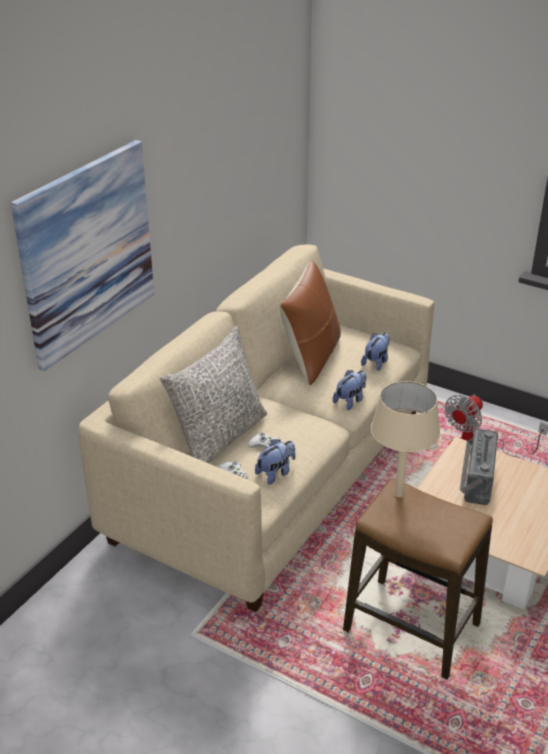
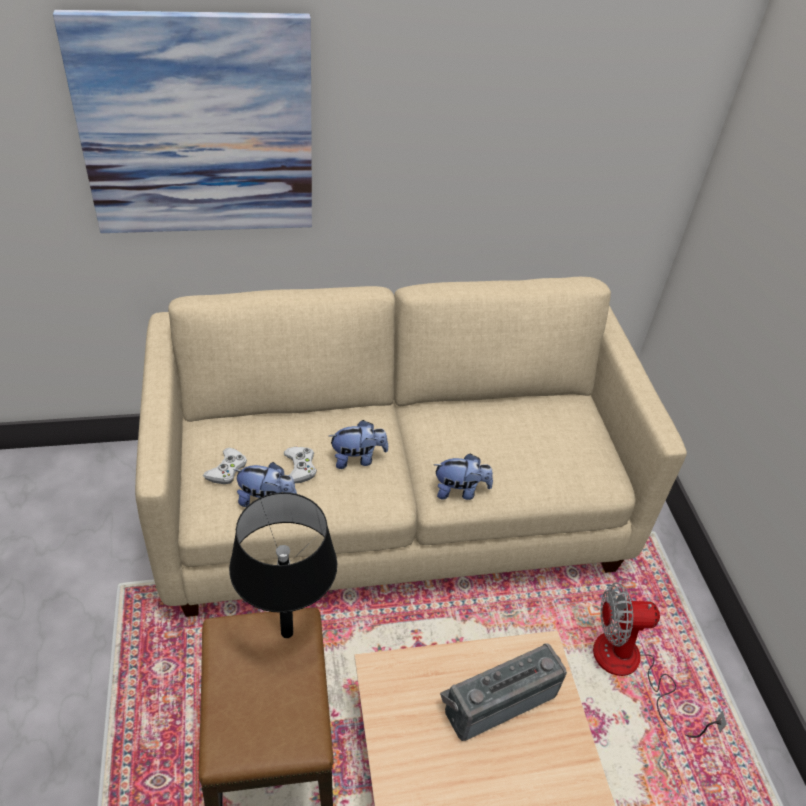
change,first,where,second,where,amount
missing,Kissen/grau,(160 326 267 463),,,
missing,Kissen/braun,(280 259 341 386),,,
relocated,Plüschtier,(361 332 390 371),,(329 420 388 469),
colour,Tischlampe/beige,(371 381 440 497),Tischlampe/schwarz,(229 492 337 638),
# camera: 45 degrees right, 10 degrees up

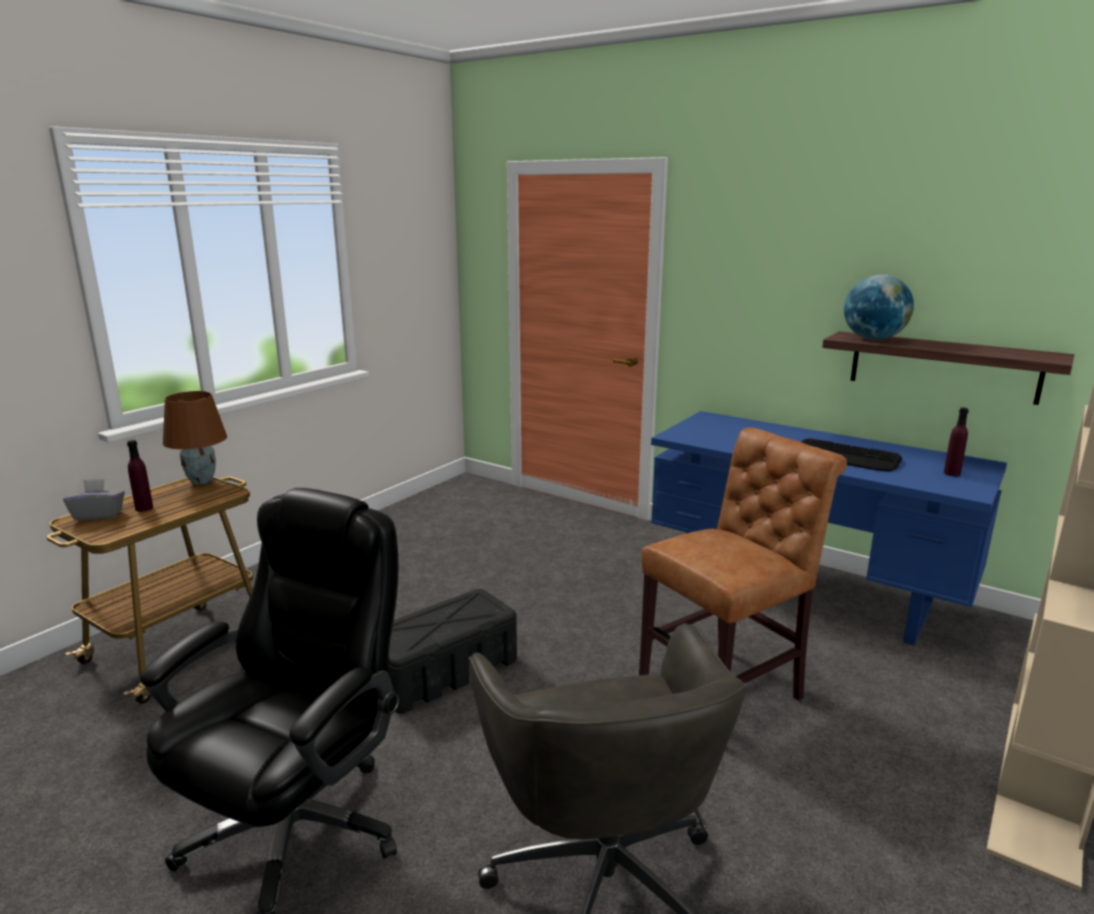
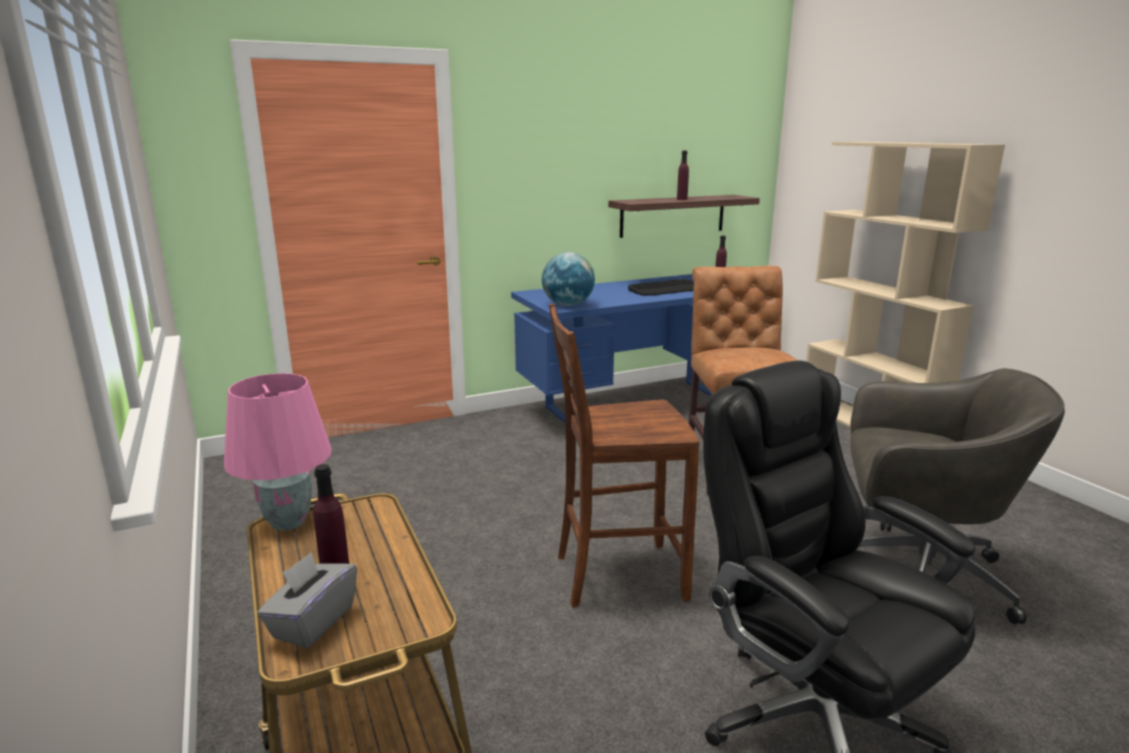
change,first,where,second,where,amount
appeared,,,Flasche/lila,(677 151 689 200),
relocated,Globus,(844 275 914 340),,(542 252 595 306),
exchanged,Aufbewahrungsbox/schwarz,(389 589 517 714),Stuhl/braun,(549 303 700 608),
colour,Tischlampe/braun,(163 391 227 484),Tischlampe/rosa,(224 373 332 531),
# camera: 60 degrees left, 0 degrees up

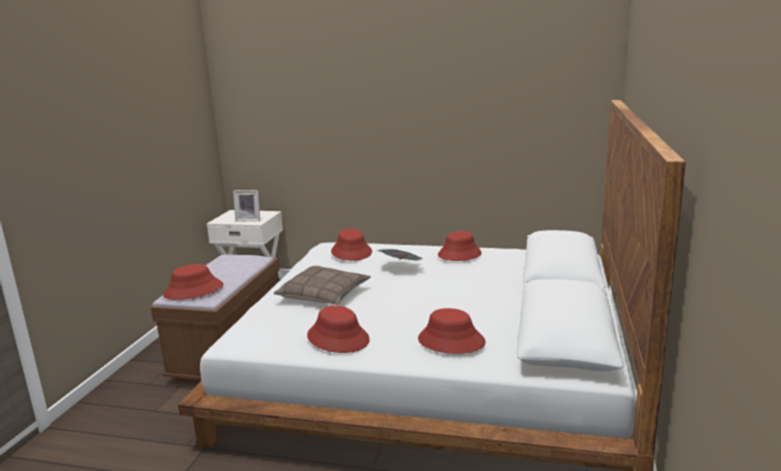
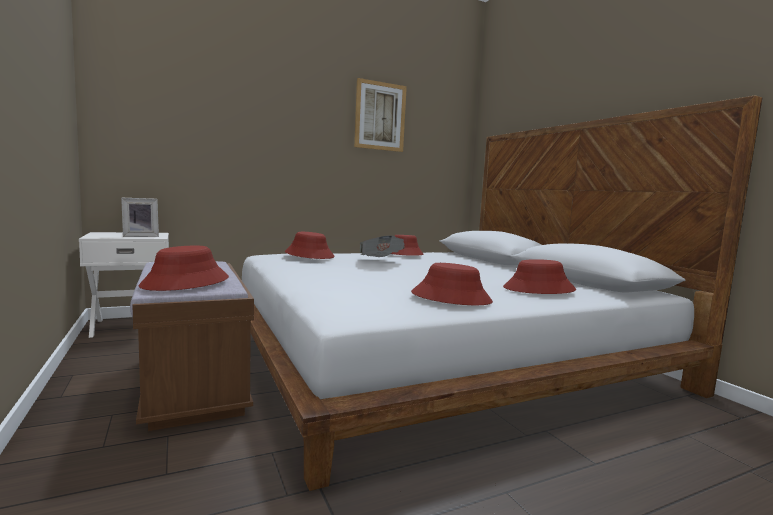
change,first,where,second,where,amount
missing,Kissen,(274 266 371 305),,,
appeared,,,Bild,(354 78 407 152),
# camera: 40 degrees left, 10 degrees down

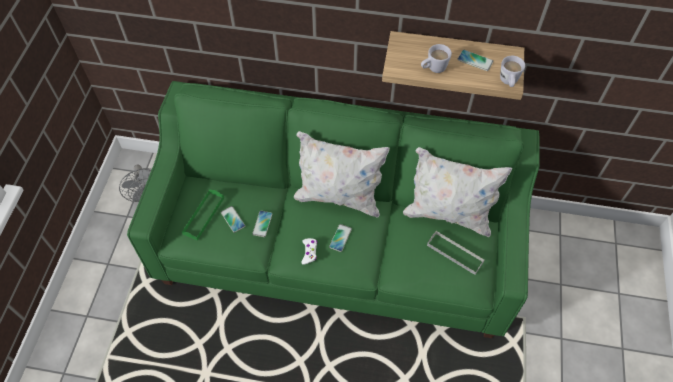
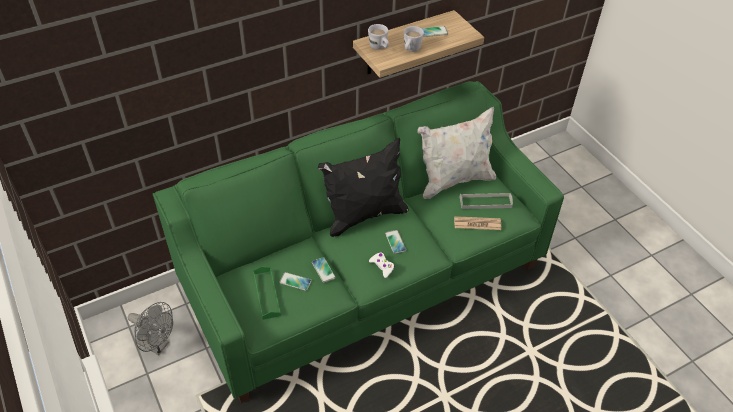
change,first,where,second,where,amount
appeared,,,Zeitung,(454 216 501 230),
relocated,Henkelbecher/weiß,(500 56 525 87),,(368 24 389 50),
colour,Kissen/weiß,(294 131 390 218),Kissen/schwarz,(318 138 408 237),
# camera: 40 degrees left, 10 degrees down

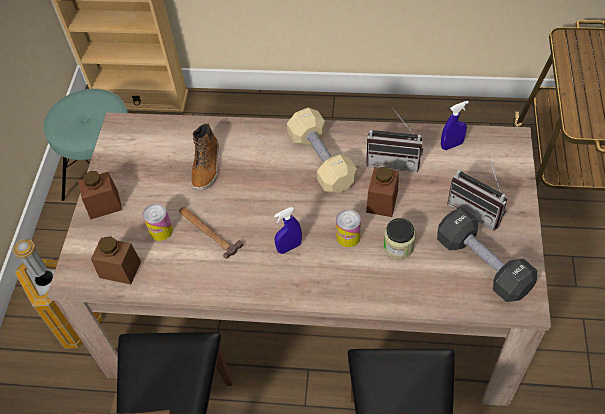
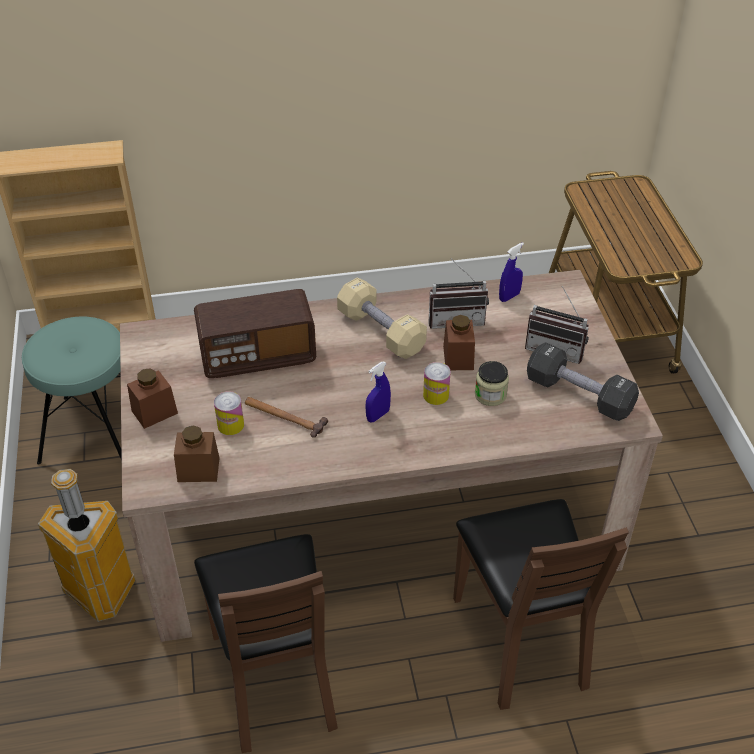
change,first,where,second,where,amount
exchanged,Stiefel,(191 123 219 190),Radio,(194 289 316 378),
# camera: 20 degrees left, 10 degrees down

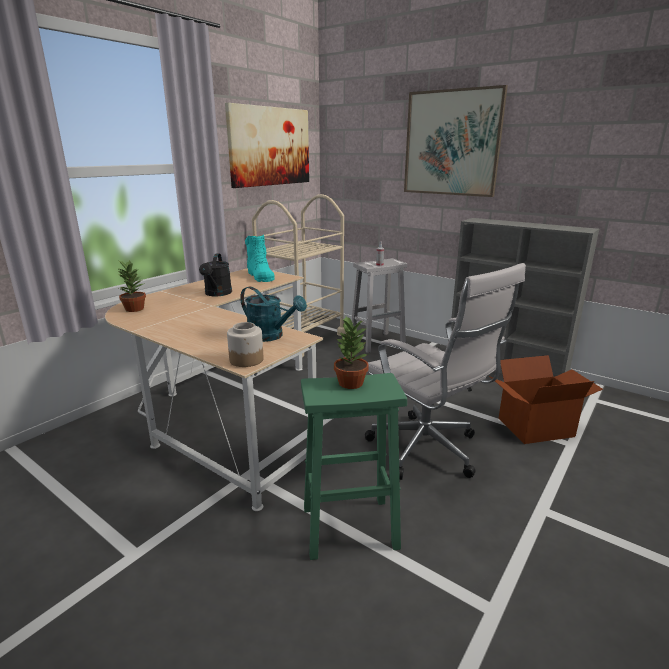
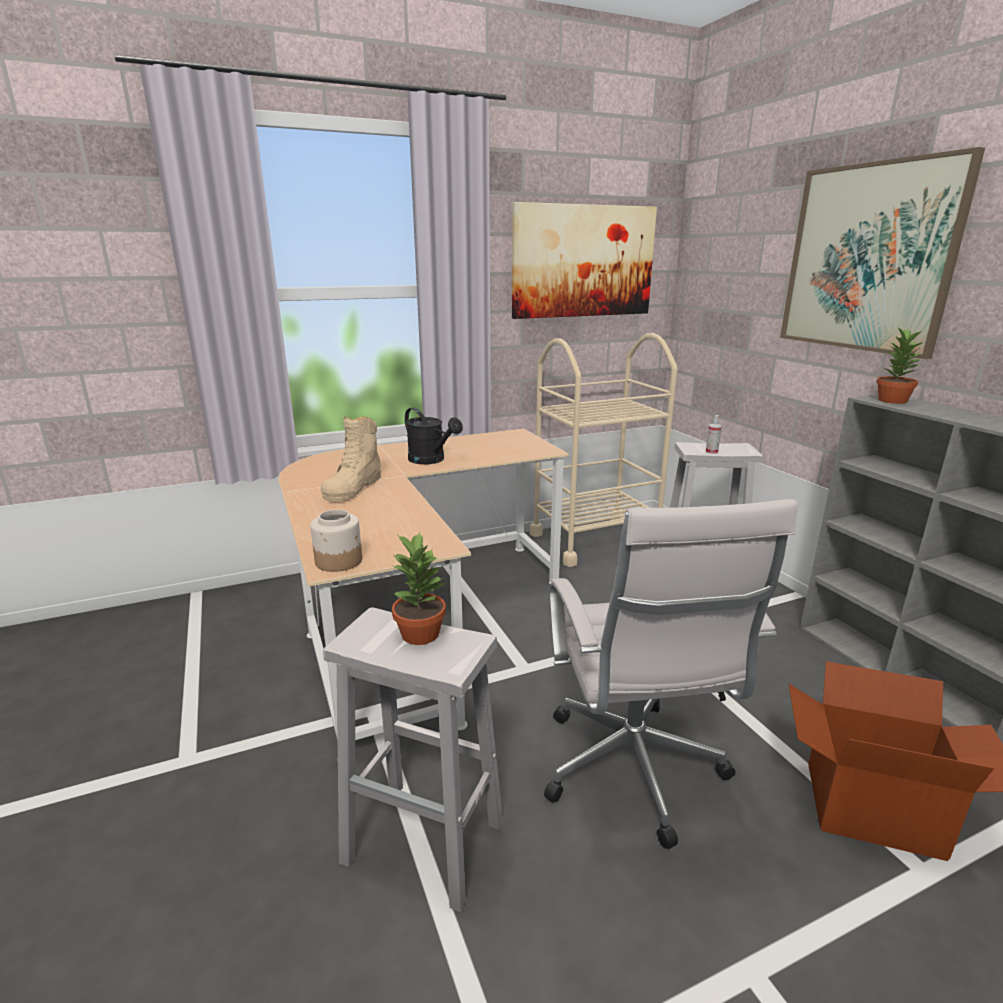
change,first,where,second,where,amount
missing,Gießkanne/türkis,(240 287 307 342),,,
missing,Stiefel/türkis,(245 235 275 282),,,
appeared,,,Stiefel/beige,(321 417 381 502),
relocated,Topfpflanze,(117 261 146 312),,(876 328 924 404),
colour,Hocker/grün,(301 373 407 560),Hocker/weiß,(323 607 503 912),
spun,Gießkanne/schwarz,(199 253 232 296),,(405 408 463 464),75 degrees counterclockwise
# camera: 30 degrees right, 0 degrees up

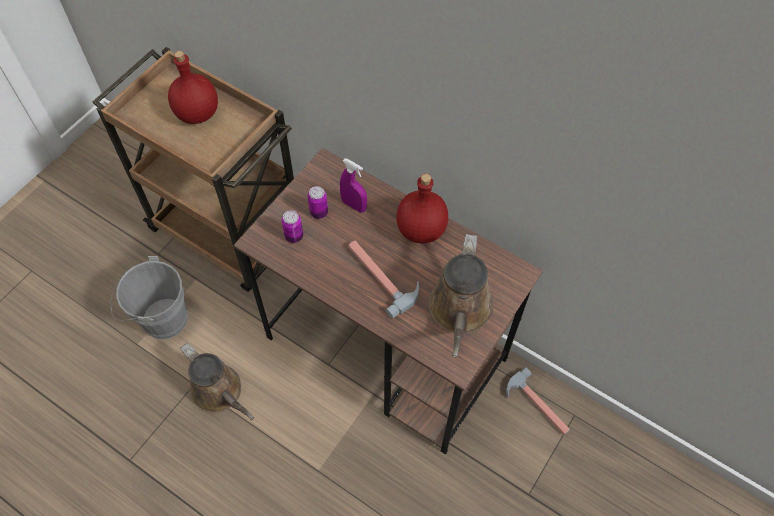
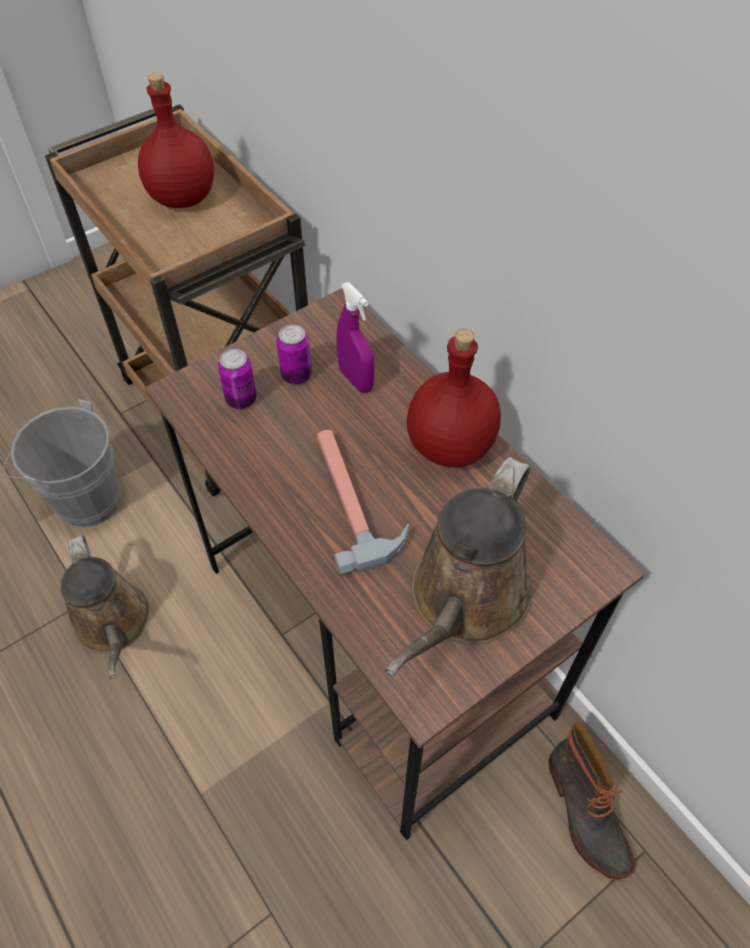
change,first,where,second,where,amount
exchanged,Hammer,(506 367 570 435),Stiefel,(549 722 636 880),
# camera: 20 degrees right, 5 degrees down

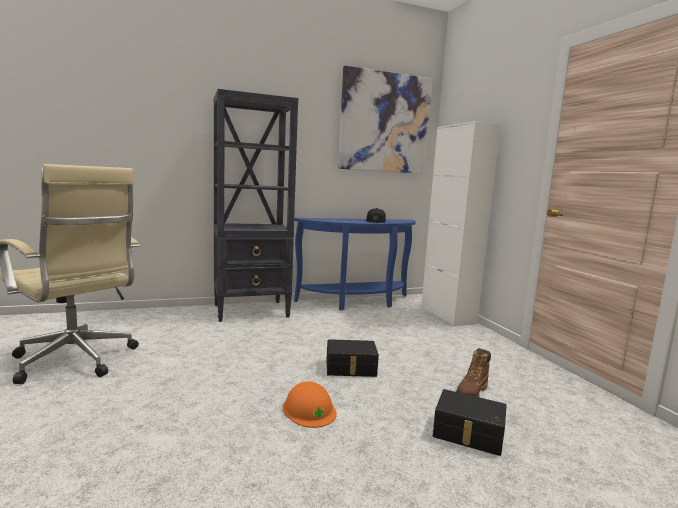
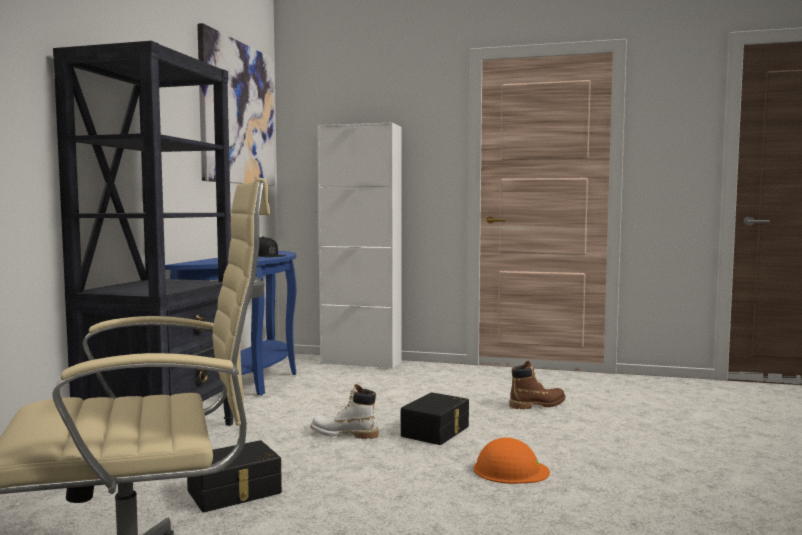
change,first,where,second,where,amount
appeared,,,Stiefel/weiß,(311 384 379 439),
relocated,Aufbewahrungsbox/schwarz,(433 389 507 456),,(187 440 282 512),
spun,Stiefel/braun,(456 348 491 397),,(510 361 565 409),90 degrees counterclockwise
# camera: 55 degrees left, 5 degrees down

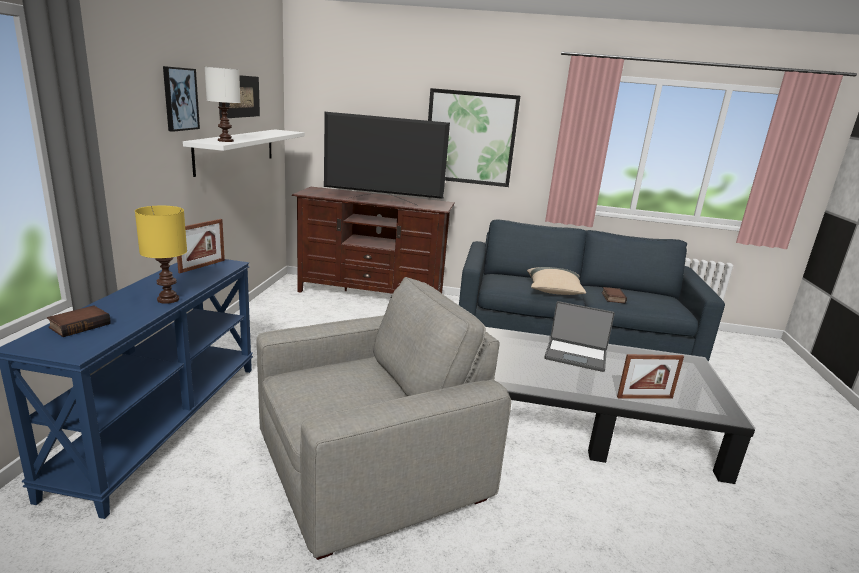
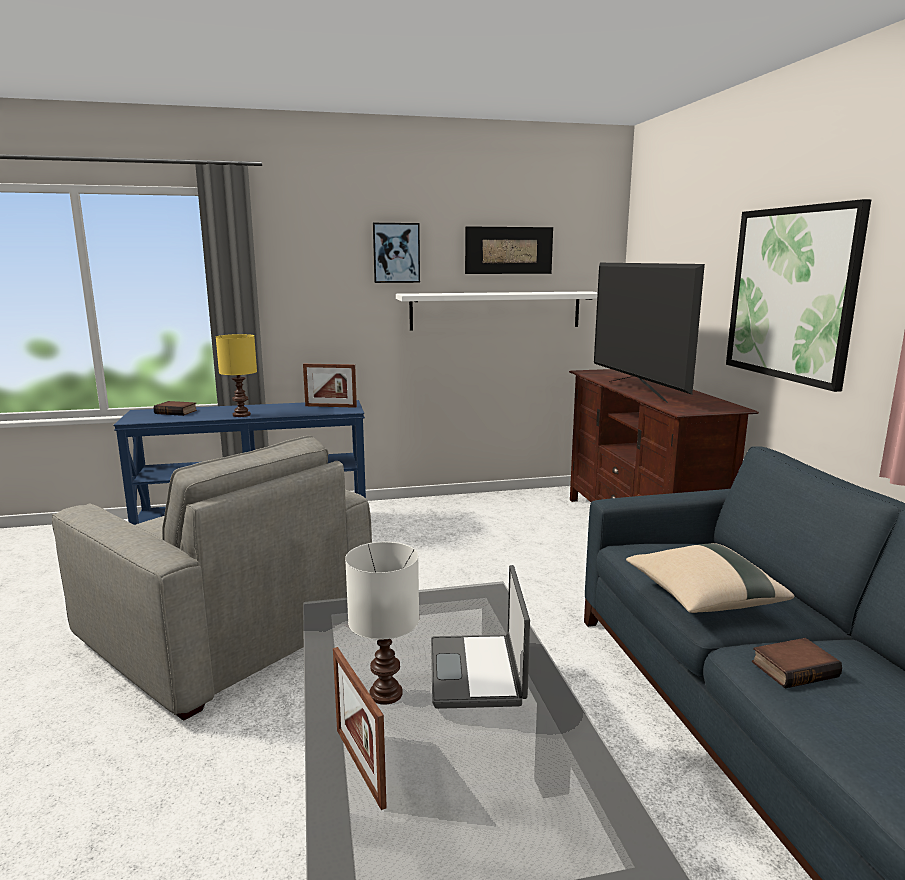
change,first,where,second,where,amount
relocated,Tischlampe/weiß,(205 67 240 142),,(345 542 419 705),
# camera: 70 degrees right, 5 degrees down

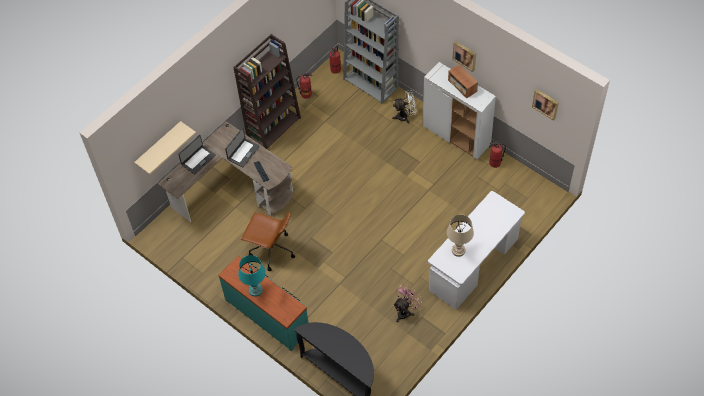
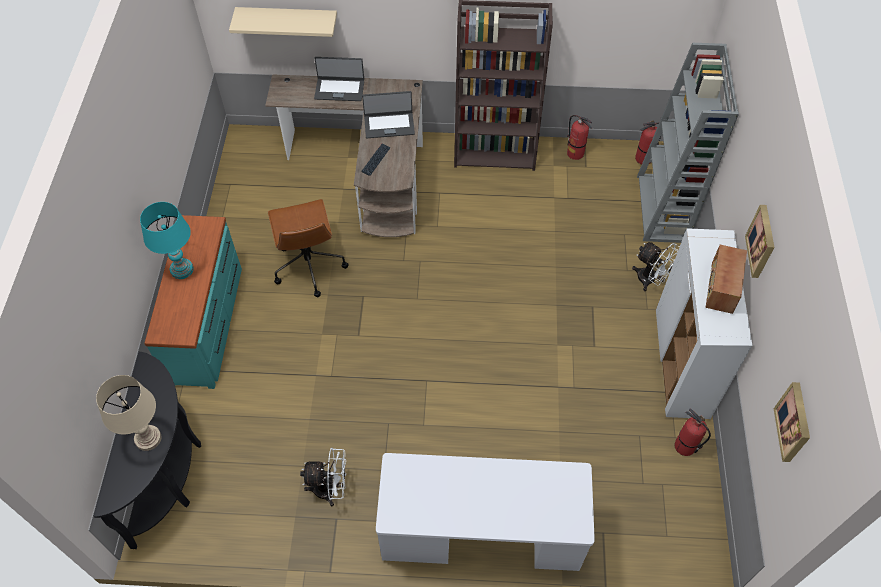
change,first,where,second,where,amount
relocated,Tischlampe/beige,(447 215 474 257),,(96 375 161 451),
colour,Ventilator/rosa,(393 284 422 322),Ventilator/weiß,(300 448 346 506),
# camera: 50 degrees right, 0 degrees up

